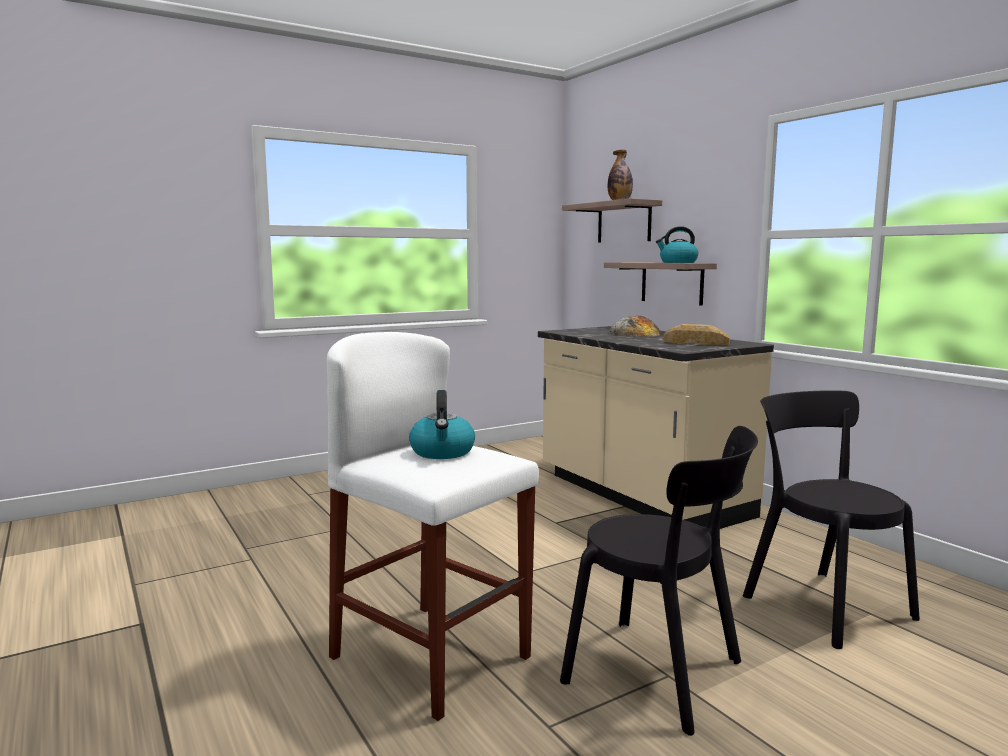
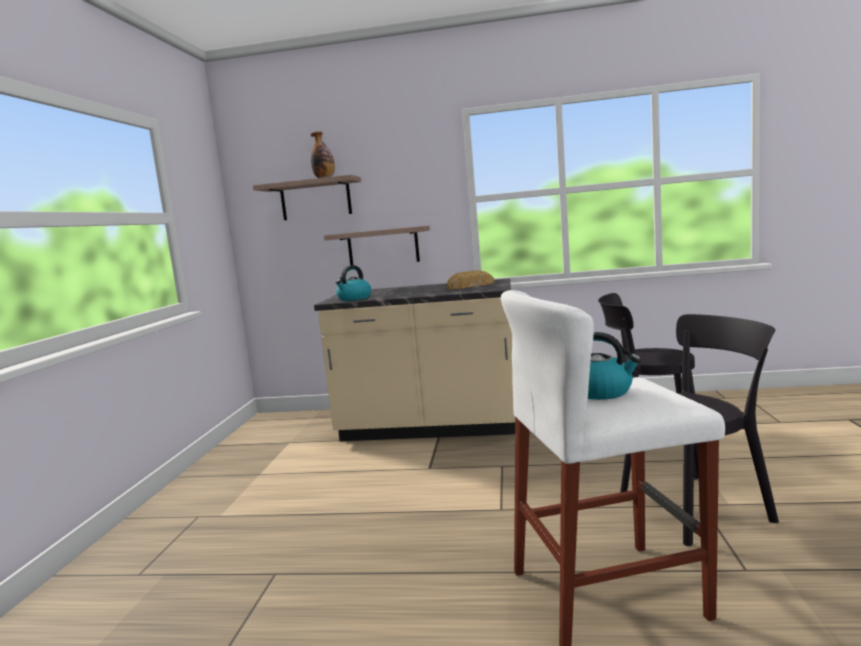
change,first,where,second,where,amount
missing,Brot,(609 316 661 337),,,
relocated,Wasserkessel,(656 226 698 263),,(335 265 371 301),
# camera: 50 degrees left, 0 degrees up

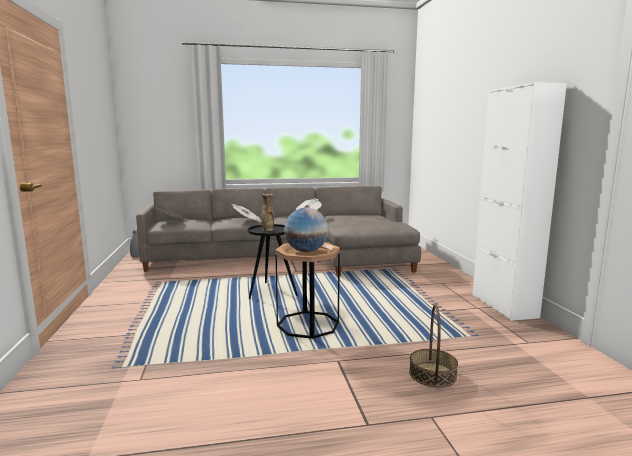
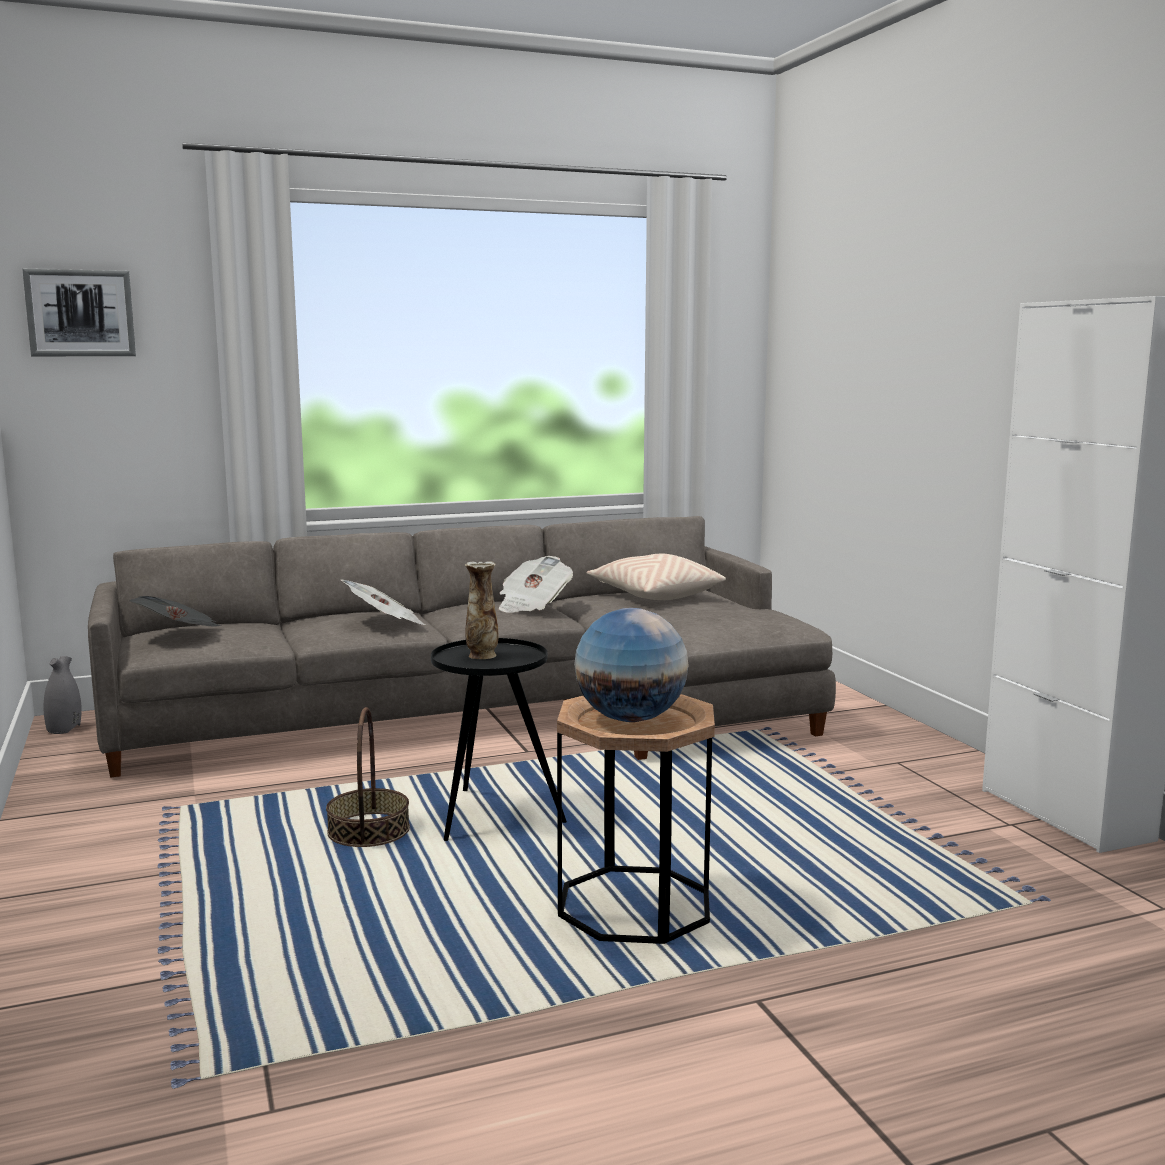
change,first,where,second,where,amount
appeared,,,Bild,(22 269 136 356),
appeared,,,Kissen/beige,(586 554 726 600),
relocated,Korb,(409 305 458 387),,(326 707 410 847),
# camera: 10 degrees left, 0 degrees up

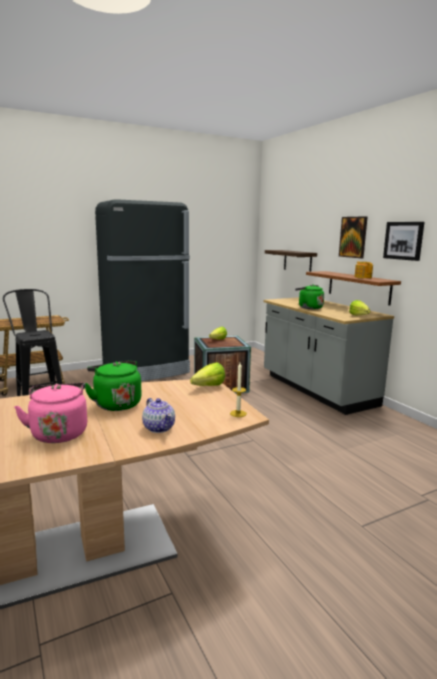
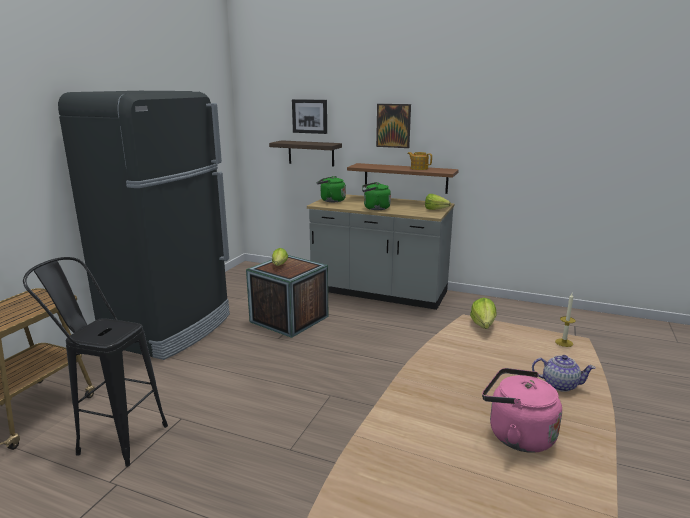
change,first,where,second,where,amount
relocated,Wasserkessel/grün,(85 361 142 411),,(316 176 346 202),
relocated,Bild,(383 222 424 261),,(292 99 327 134),
# camera: 40 degrees left, 5 degrees up

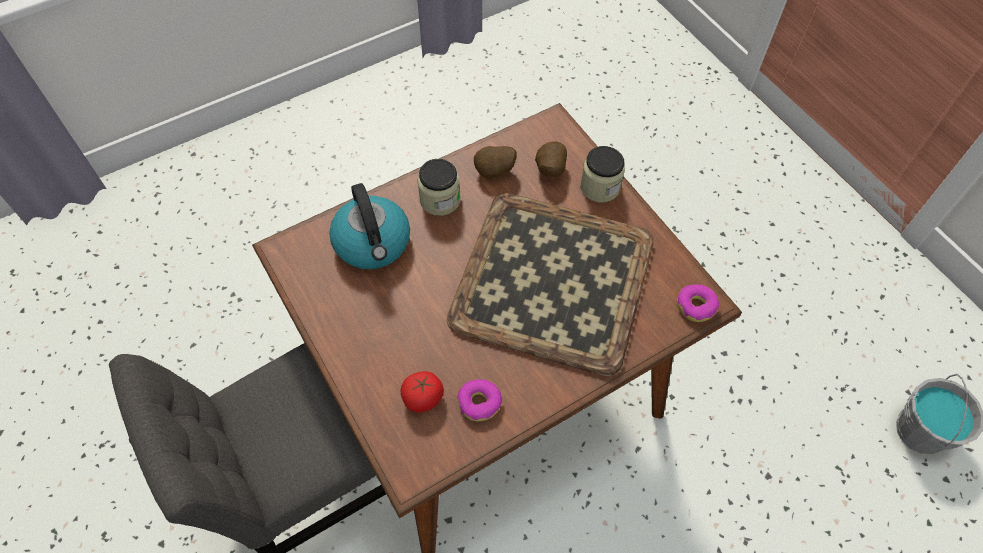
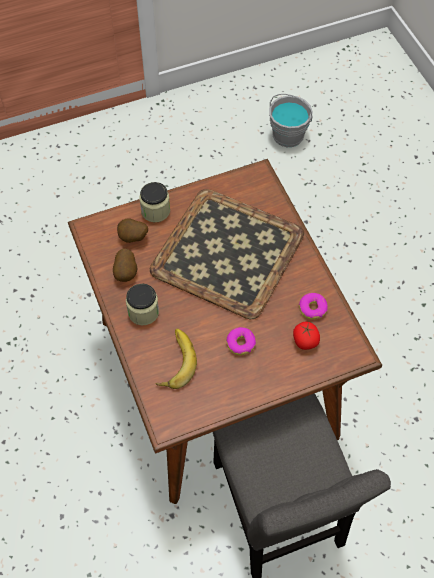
change,first,where,second,where,amount
relocated,Donut,(677 284 719 322),,(226 327 256 355),
exchanged,Wasserkessel,(329 183 410 269),Banane,(155 329 197 389),
# camera: 80 degrees left, 0 degrees up

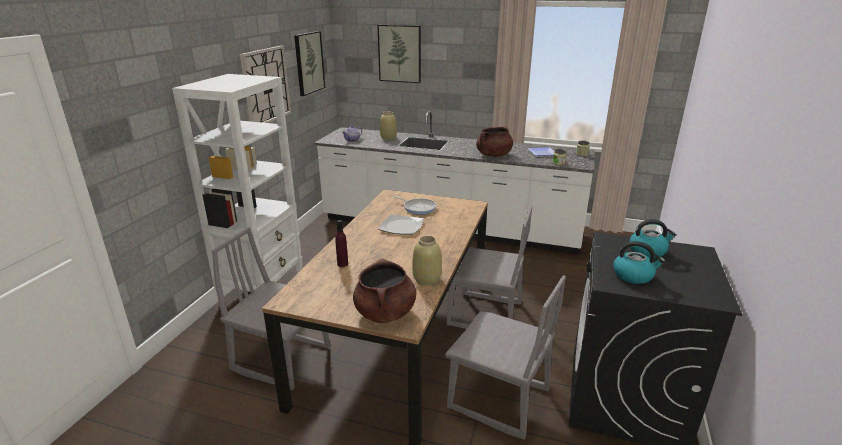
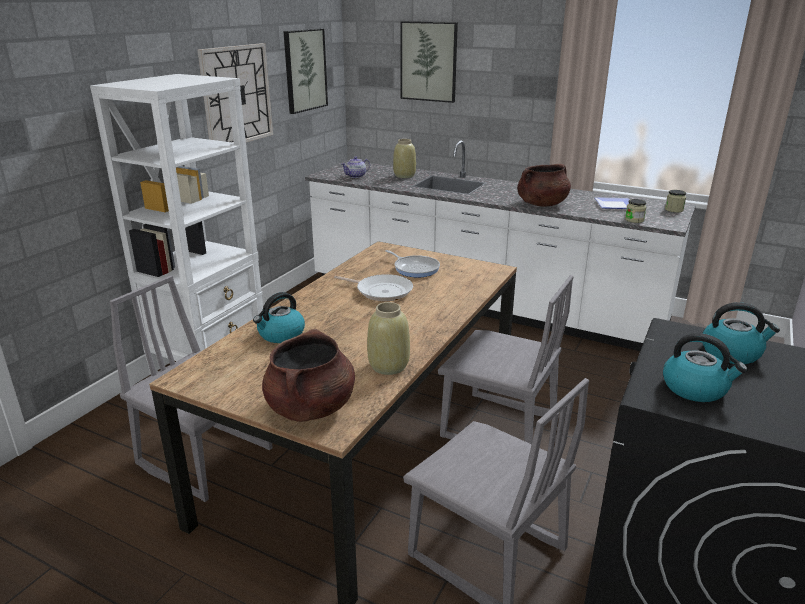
change,first,where,second,where,amount
exchanged,Flasche/lila,(335 220 348 267),Wasserkessel,(253 292 305 343),
exchanged,Teller,(378 214 424 235),Pfanne,(334 274 413 301),
# camera: 10 degrees right, 0 degrees up

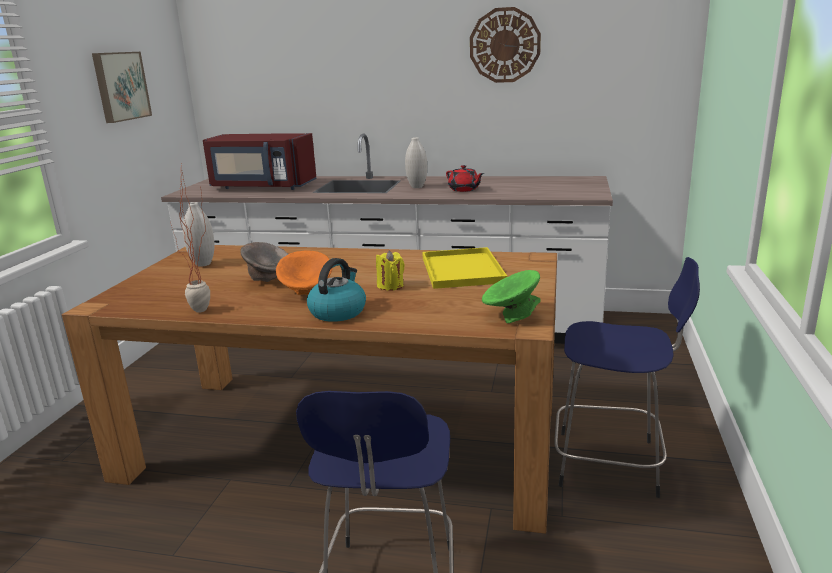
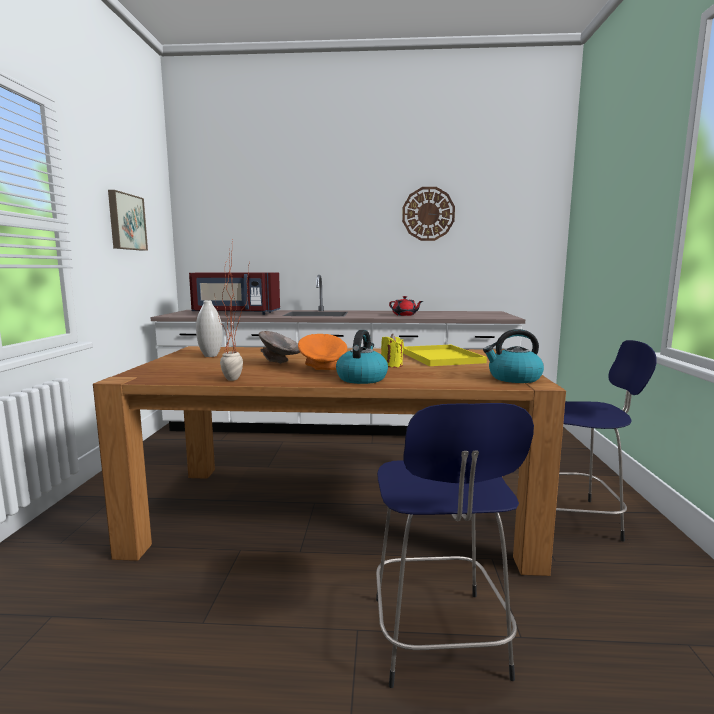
change,first,where,second,where,amount
missing,Vase/weiß,(405 137 427 188),,,
exchanged,Schüssel/grün,(482 270 541 323),Wasserkessel,(483 329 544 383),
# camera: 10 degrees left, 10 degrees down

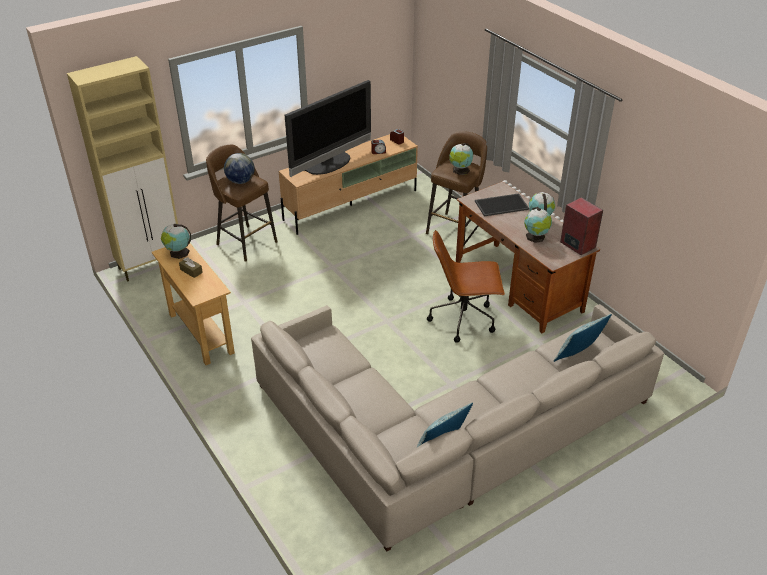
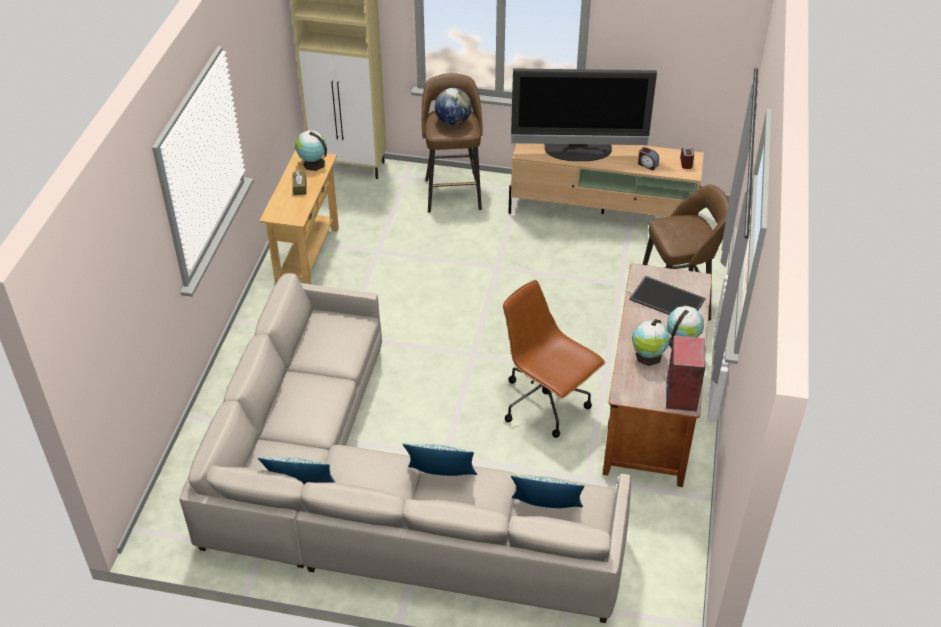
change,first,where,second,where,amount
missing,Globus,(449 143 473 175),,,
appeared,,,Kissen,(403 443 477 476),
# camera: 45 degrees right, 5 degrees up

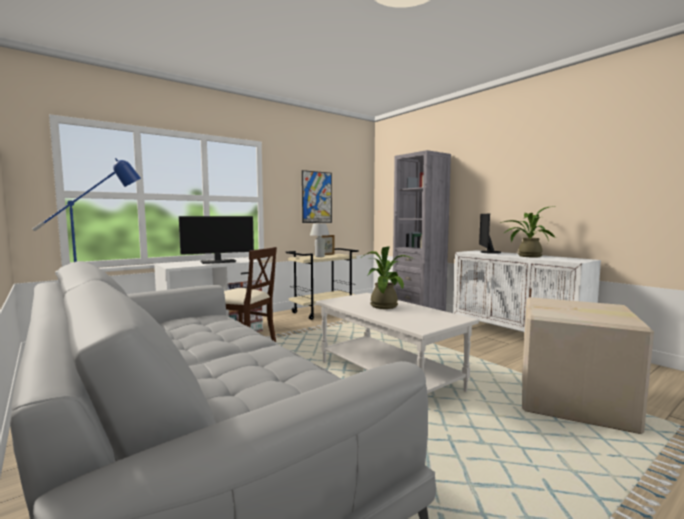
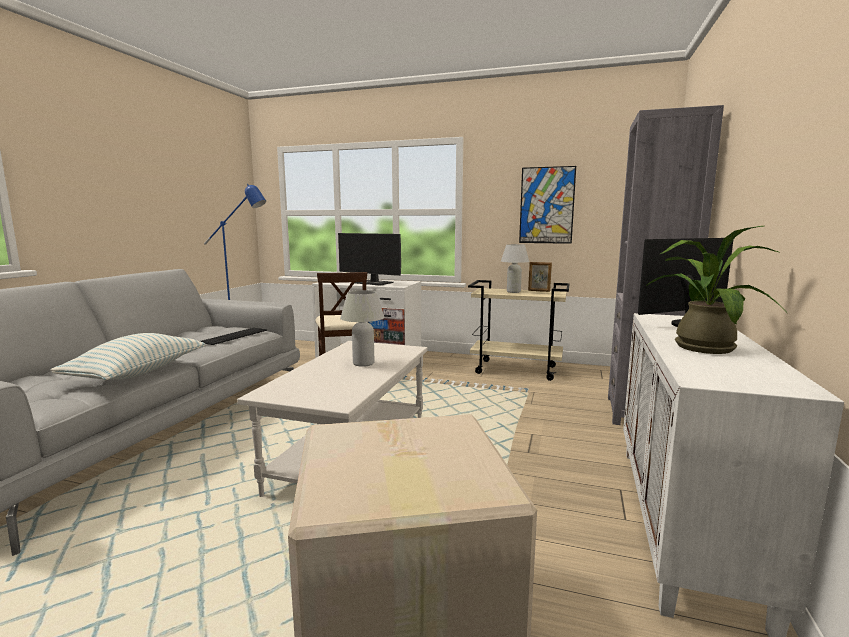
change,first,where,second,where,amount
appeared,,,Kissen,(50 333 205 380),
appeared,,,Tastatur,(200 328 267 345),
exchanged,Topfpflanze,(362 247 414 309),Tischlampe/weiß,(340 290 384 367),
# camera: 55 degrees right, 5 degrees up

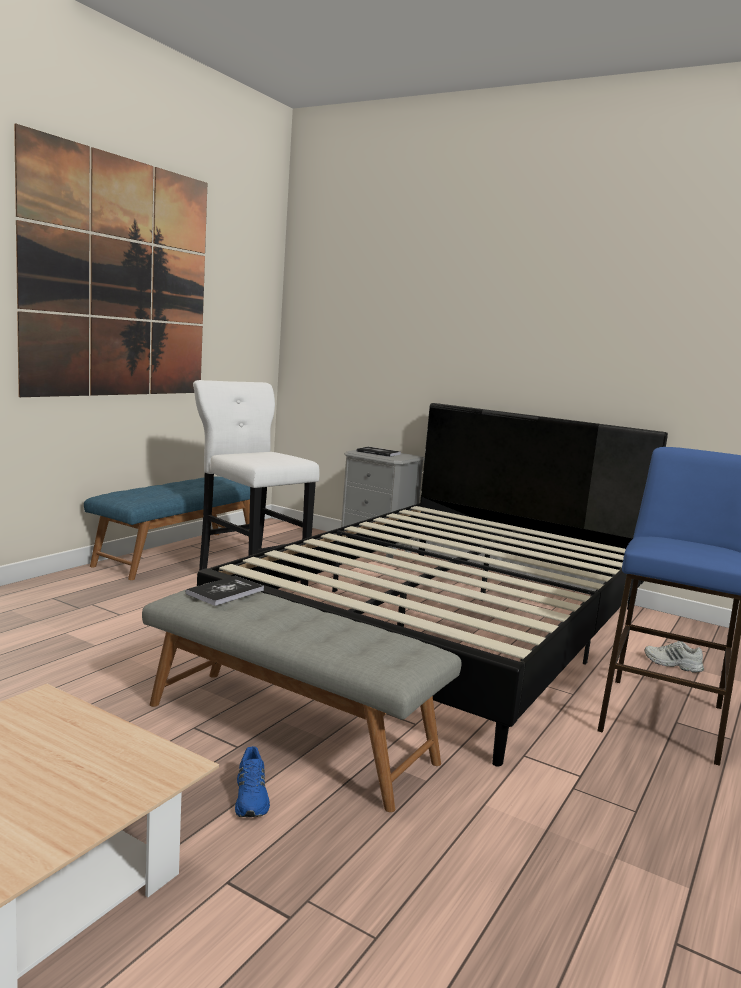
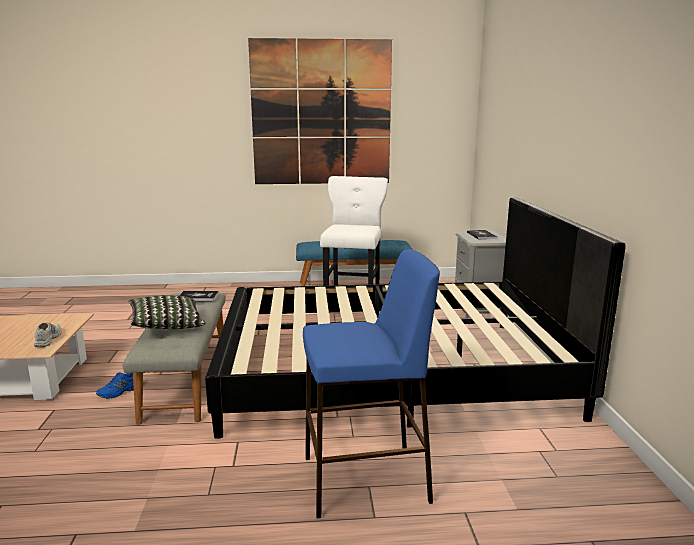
change,first,where,second,where,amount
appeared,,,Kissen,(129 295 205 329),
relocated,Schuh/weiß,(645 641 704 673),,(34 322 62 347),
# camera: 55 degrees right, 5 degrees up

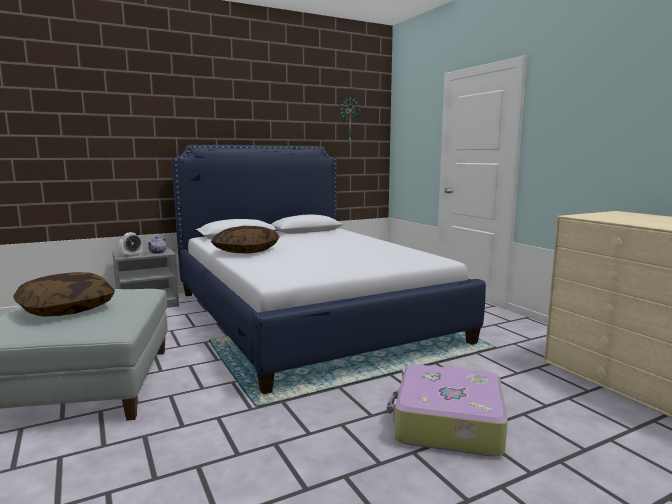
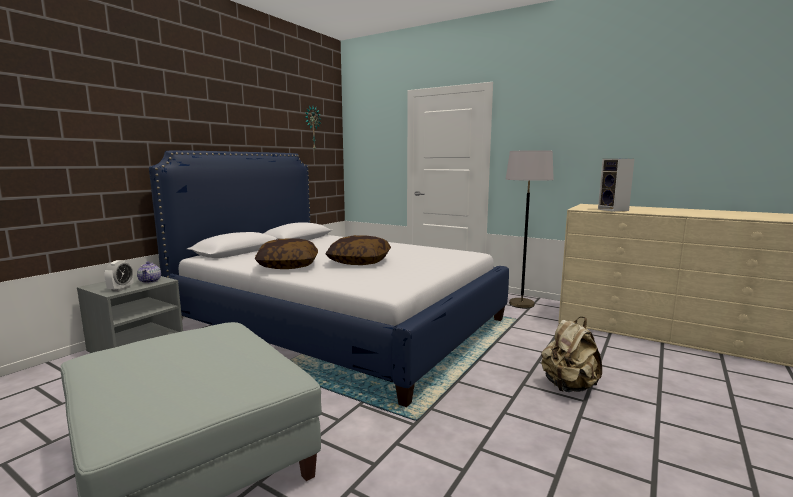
change,first,where,second,where,amount
appeared,,,Stehlampe/grau,(506 150 554 308),
appeared,,,Lautsprecher,(598 159 635 212),
relocated,Kissen,(13 272 115 317),,(326 235 391 265),
exchanged,Koffer,(387 364 508 457),Rucksack/beige,(541 317 602 392),
# camera: 30 degrees left, 0 degrees up

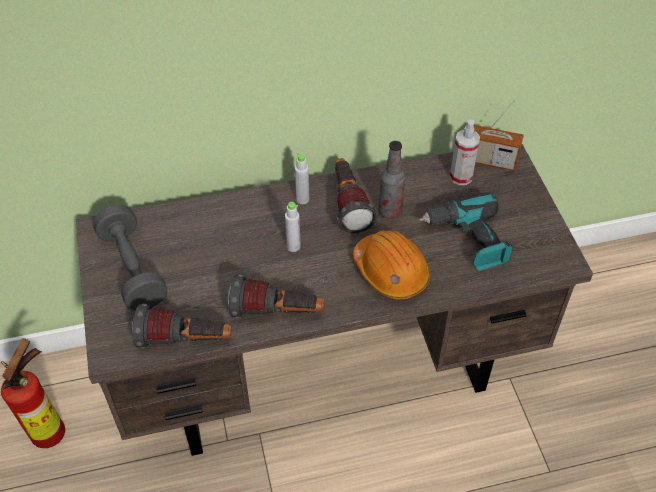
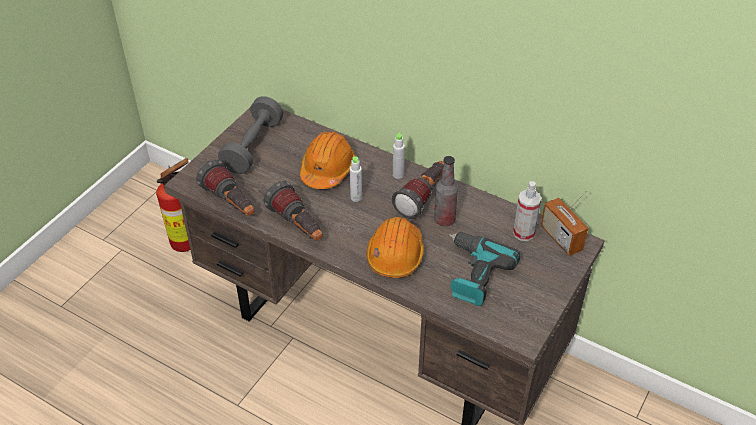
change,first,where,second,where,amount
appeared,,,Schutzhelm/orange,(300 132 355 189),
# camera: 45 degrees right, 5 degrees down

